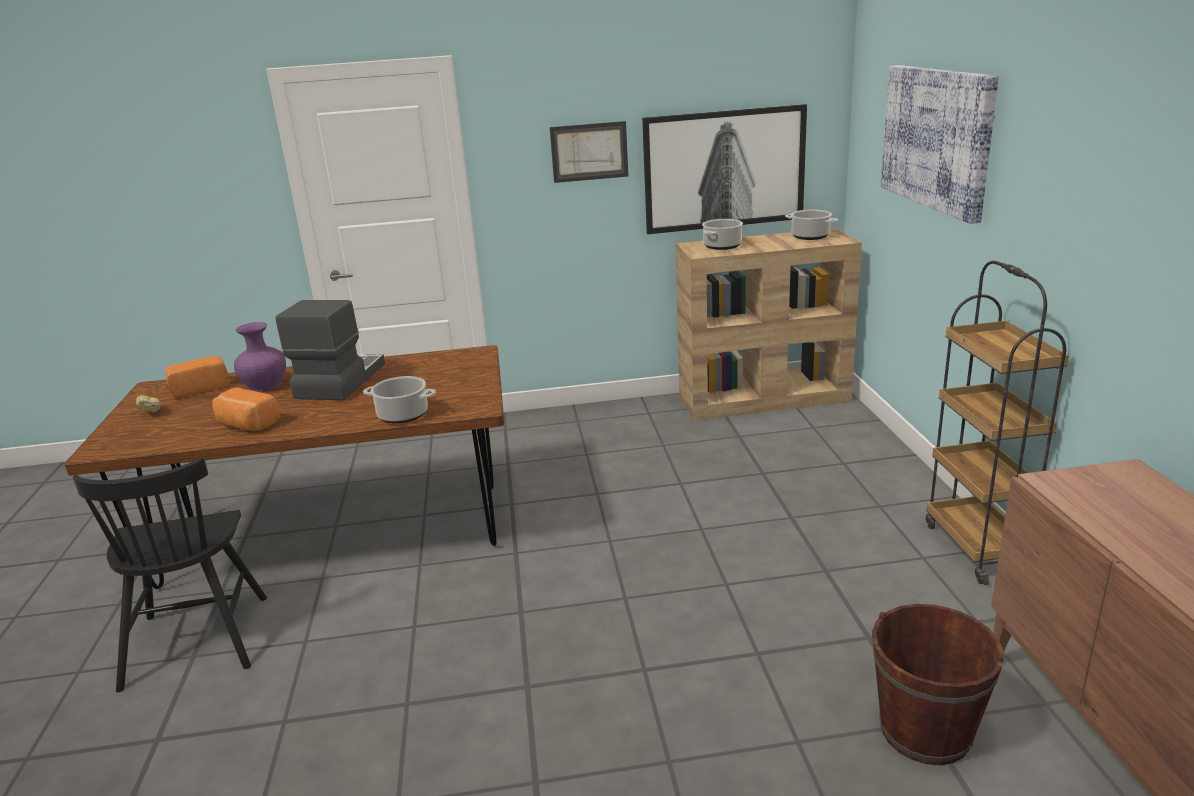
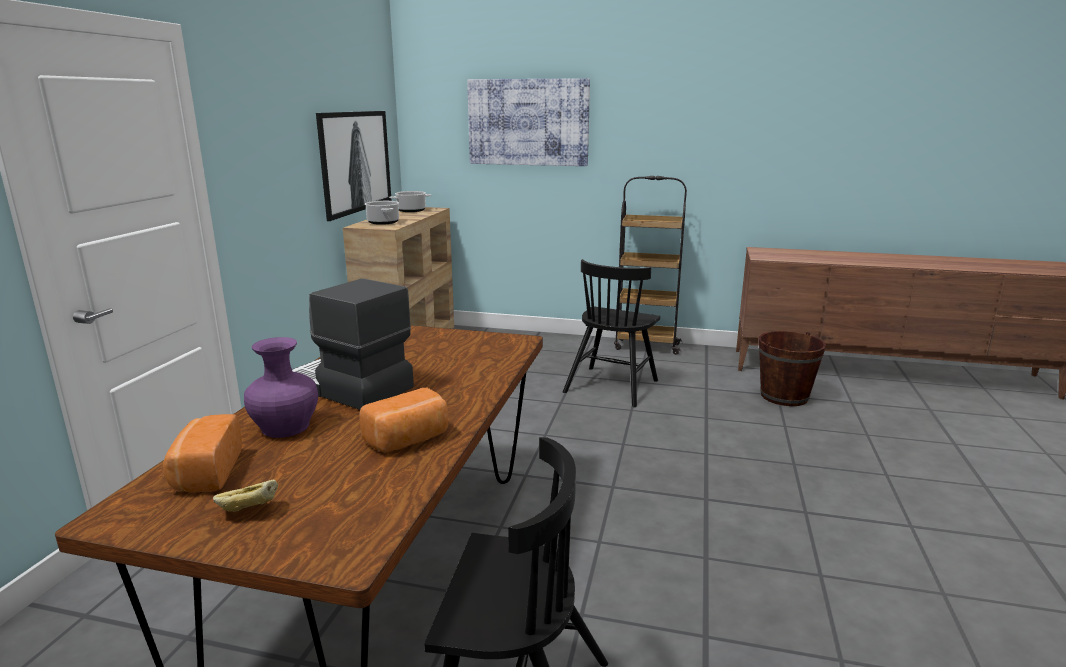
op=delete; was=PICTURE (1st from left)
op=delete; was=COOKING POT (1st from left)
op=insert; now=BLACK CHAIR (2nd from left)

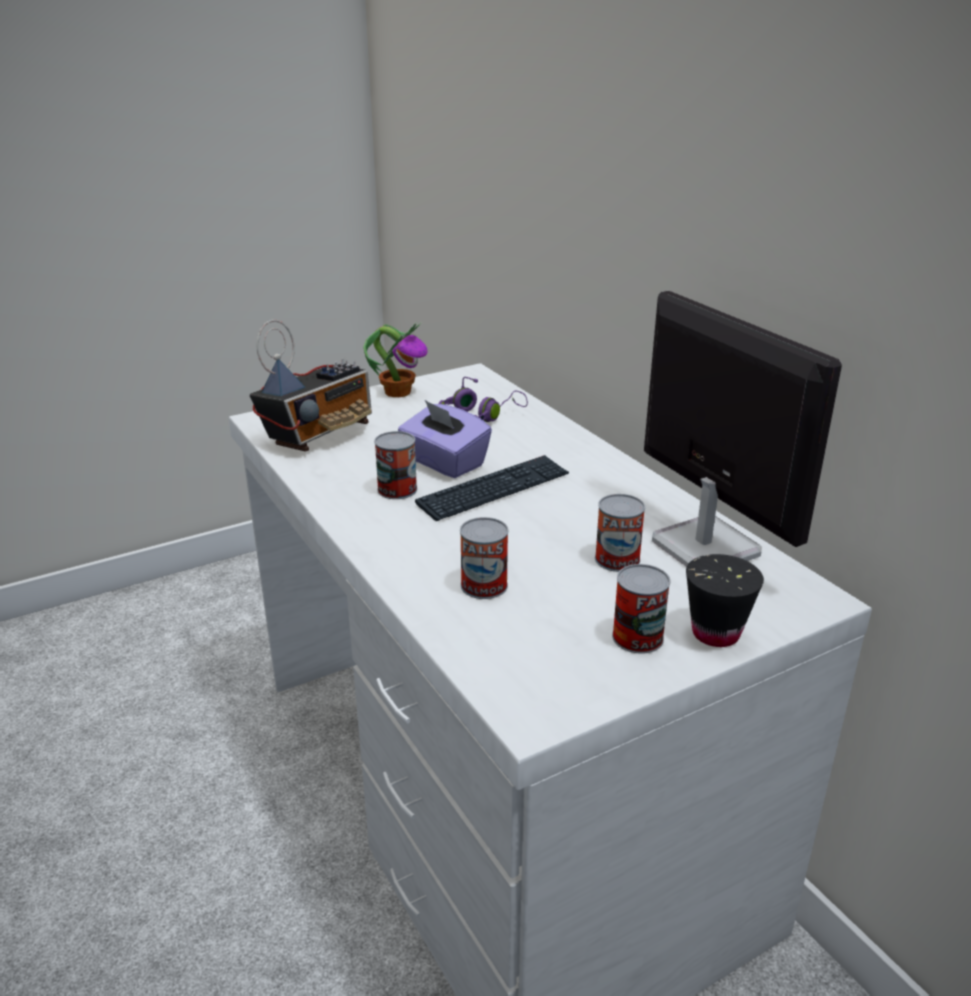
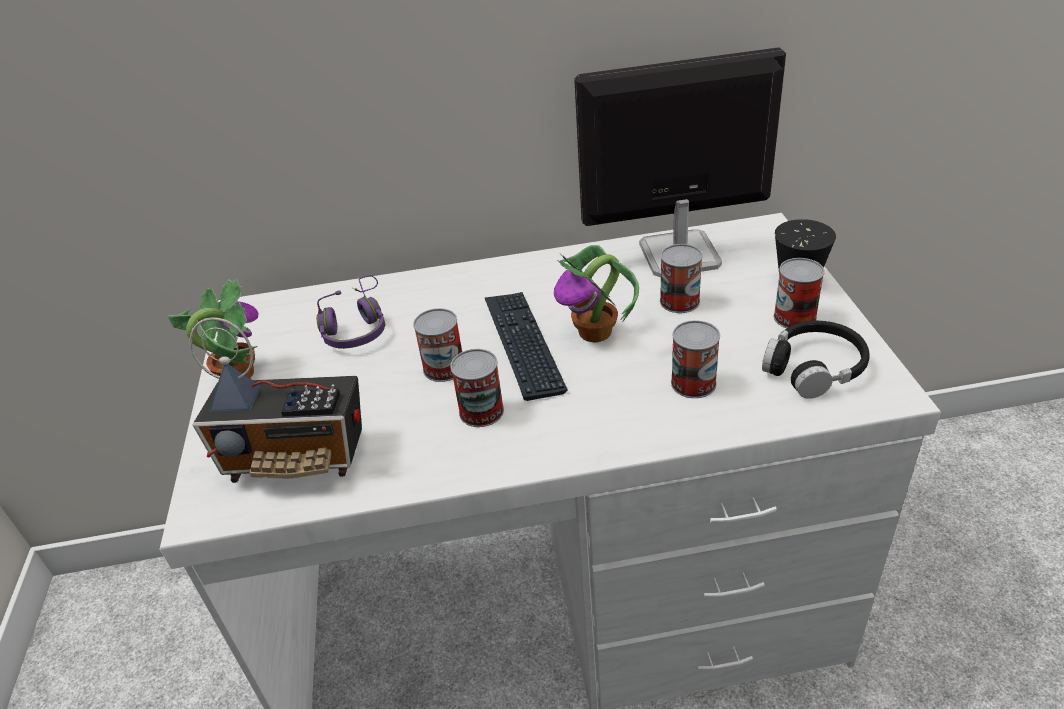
op=rotate; was=RADIO; clockwise=120
op=replace; was=PURPLE TISSUE BOX; now=CAN (1st from left)
op=insert; now=POTTED PLANT (2nd from left)
op=insert; now=BLACK HEADPHONES

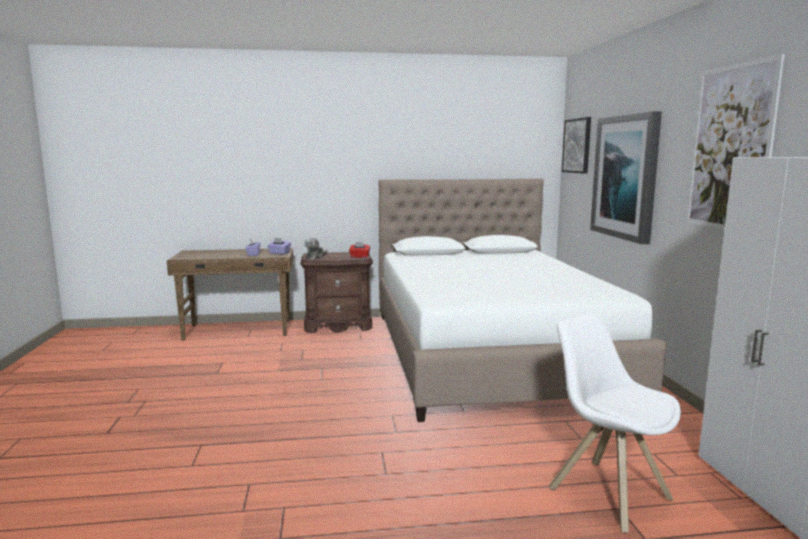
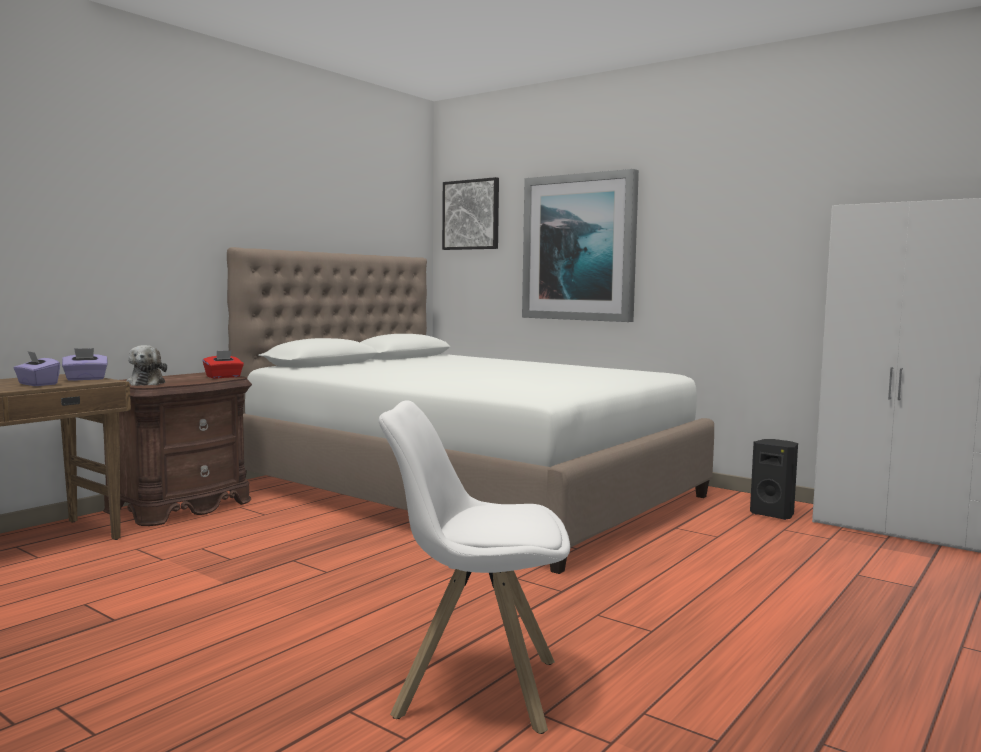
op=delete; was=PICTURE (3rd from left)
op=move; was=WHITE CHAIR
op=insert; now=BLACK SPEAKER

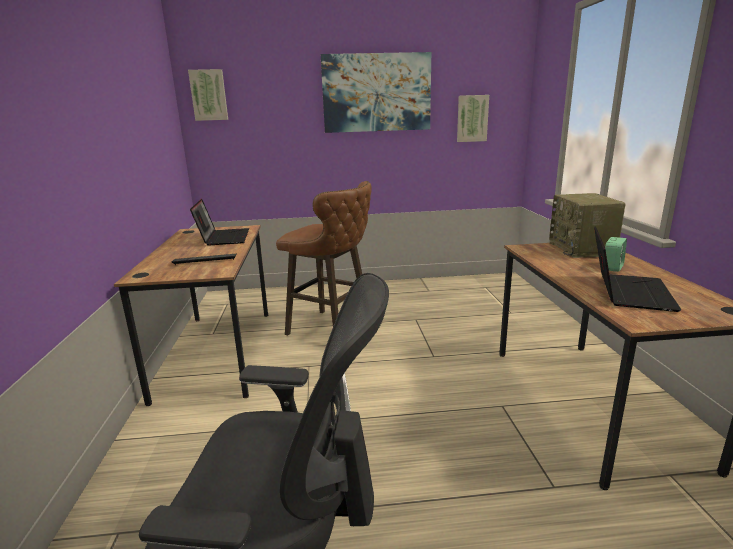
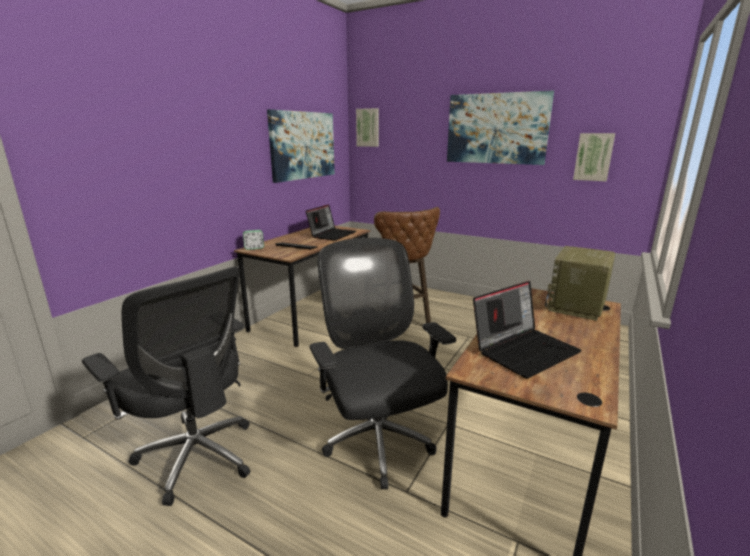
op=move; was=ALARM CLOCK
op=insert; now=PICTURE (1st from left)
op=insert; now=OFFICE CHAIR (2nd from left)

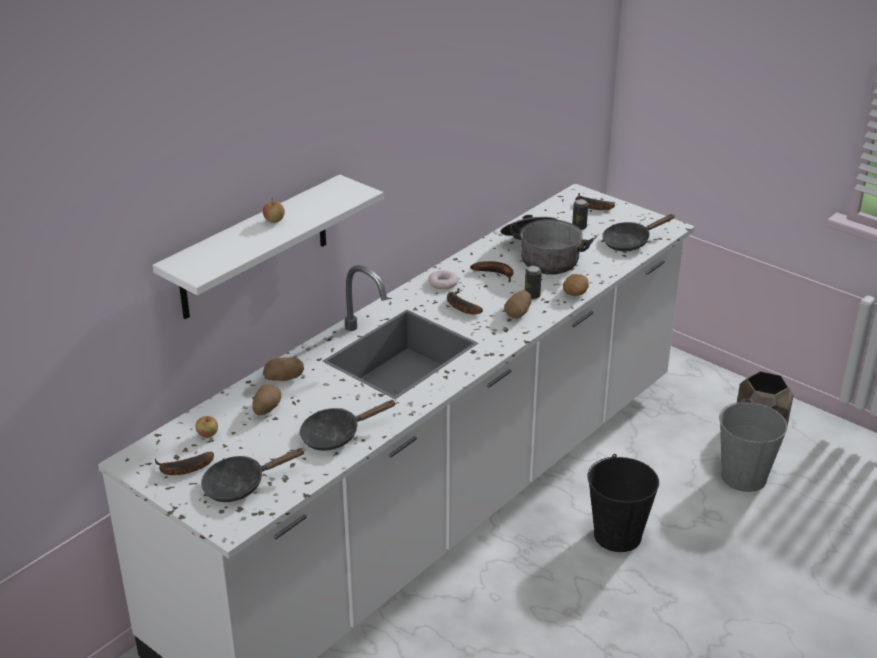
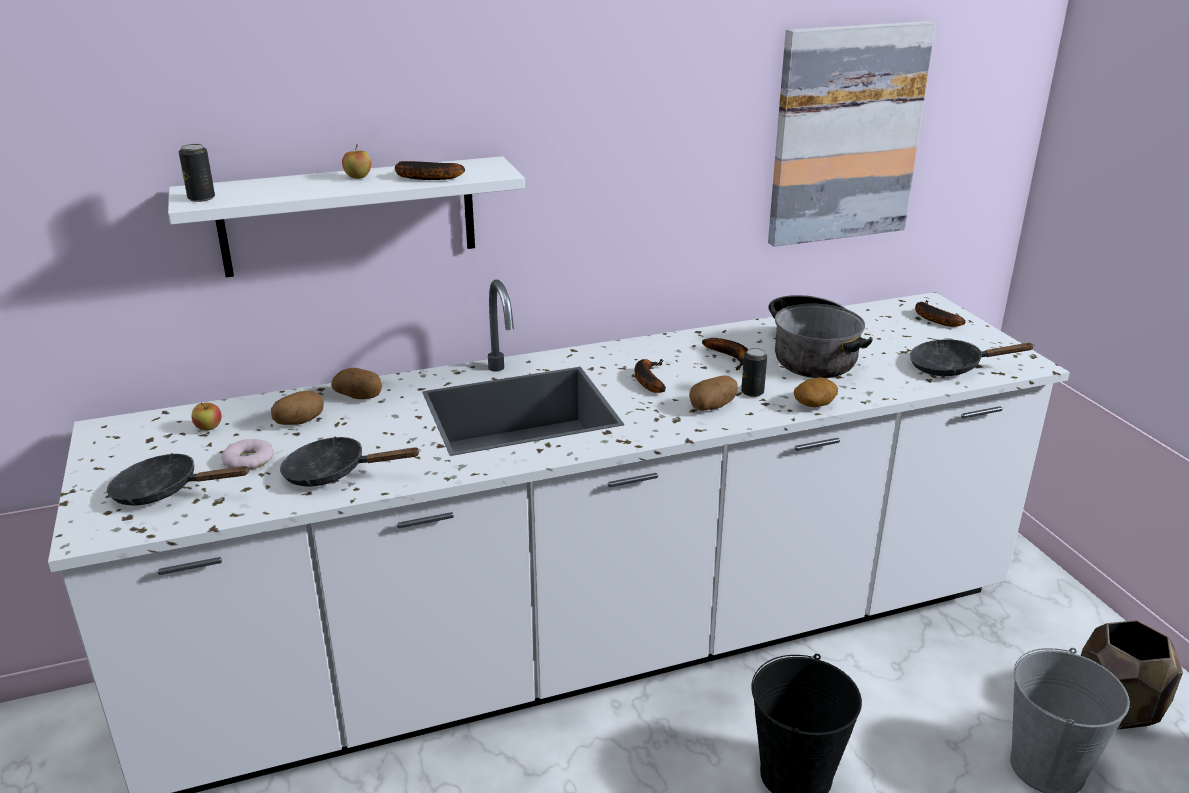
op=move; was=CAN (2nd from left in the first image); now=CAN (1st from left)
op=move; was=DONUT
op=move; was=BANANA (1st from left)
op=insert; now=PICTURE

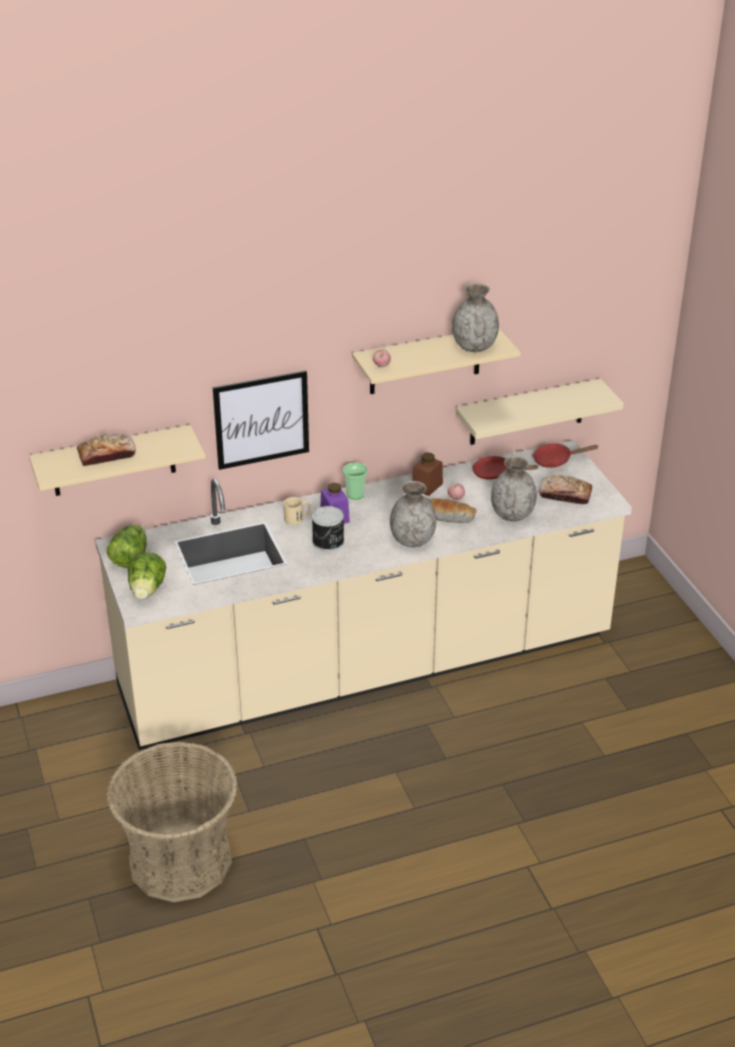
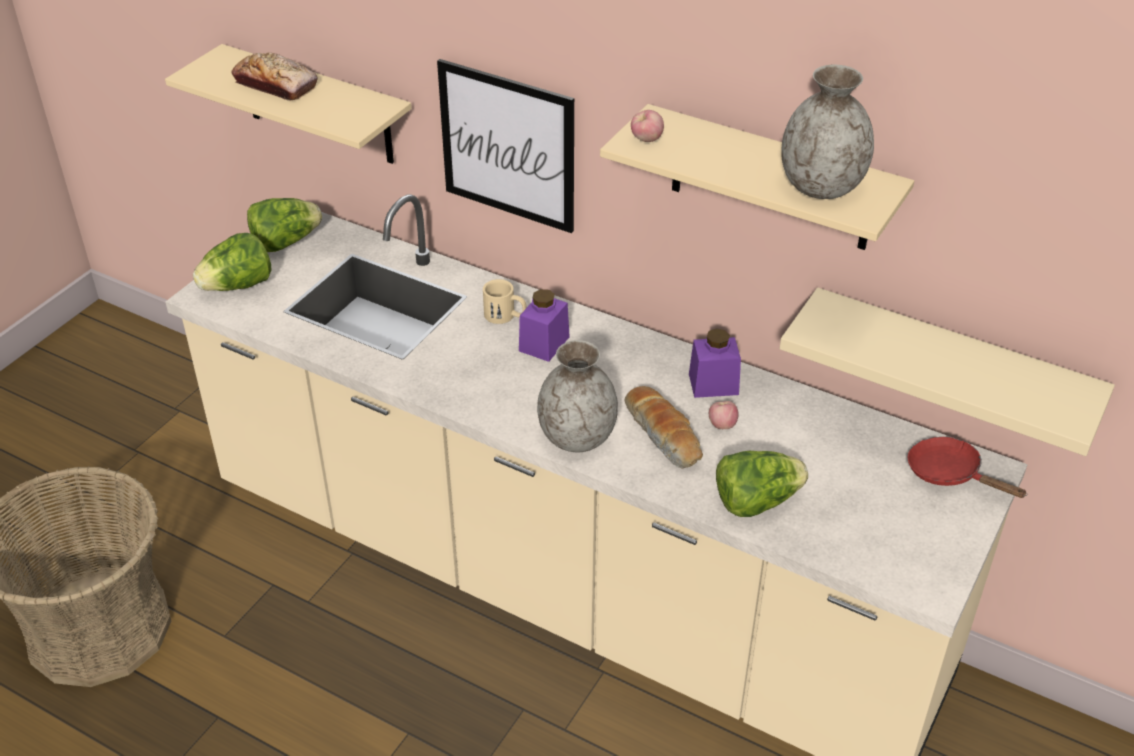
op=recolor; was=BROWN JAR; now=PURPLE JAR (2nd from left)
op=delete; was=RED FRYING PAN (1st from left)
op=replace; was=GREY VASE (3rd from left); now=LETTUCE (3rd from left)
op=delete; was=CUP
op=delete; was=BREAD (3rd from left)
op=delete; was=CAN

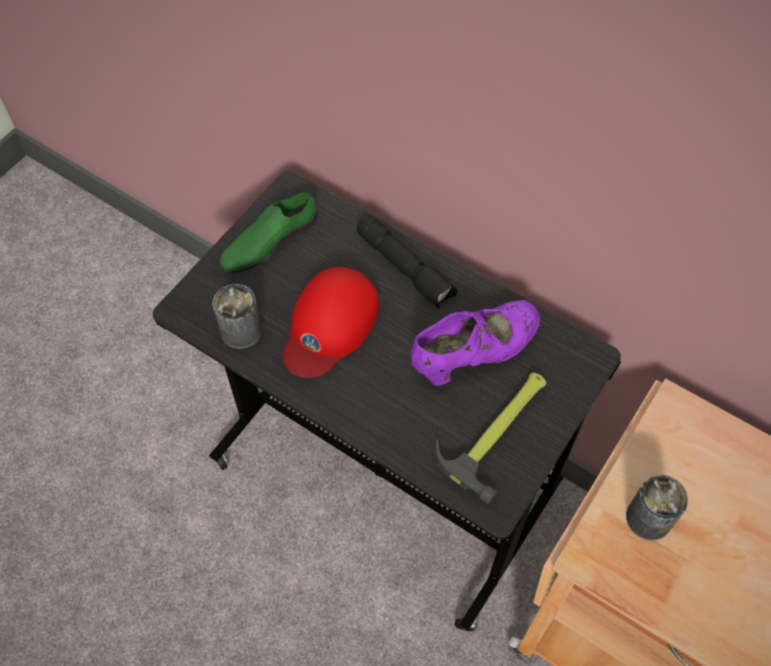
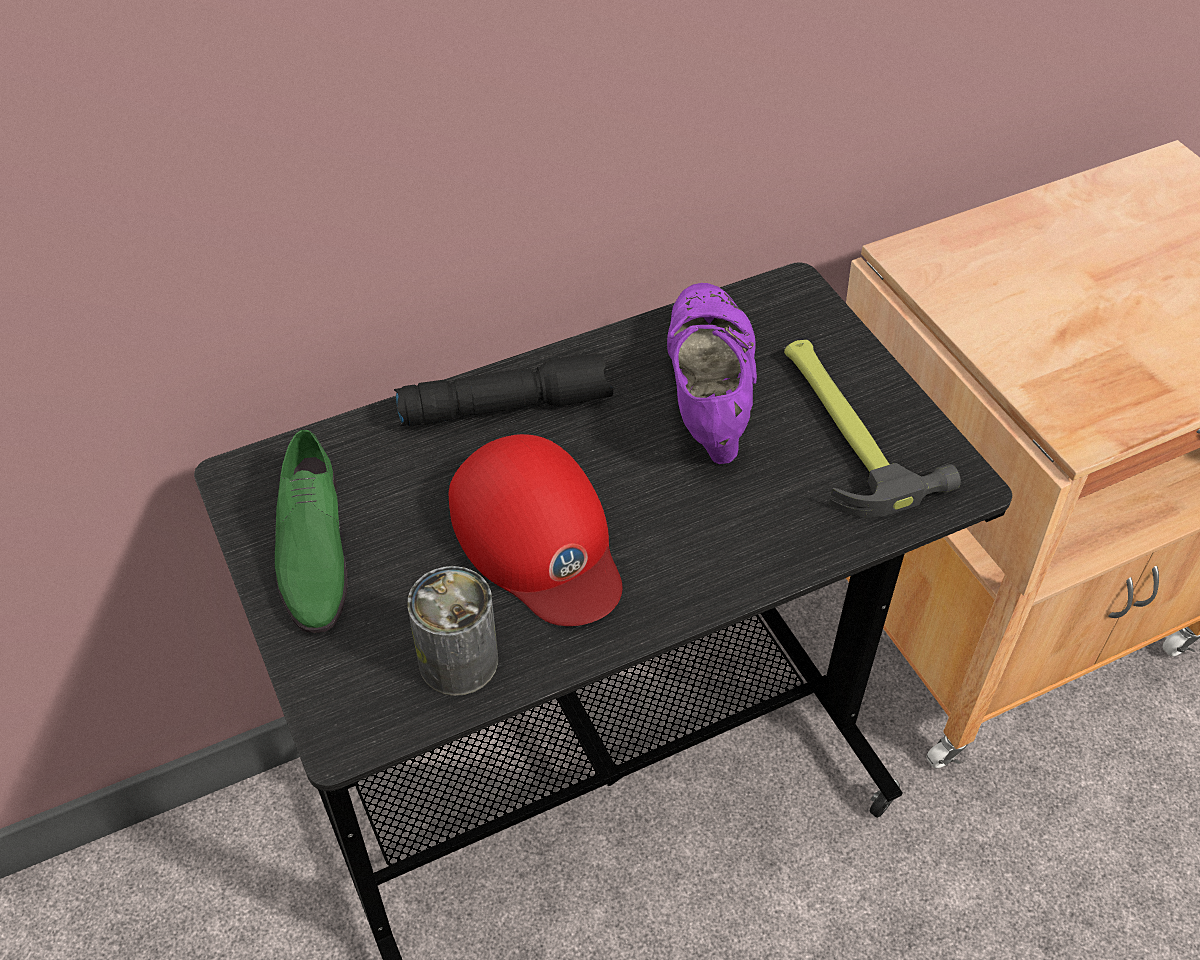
op=delete; was=CAN (2nd from left)

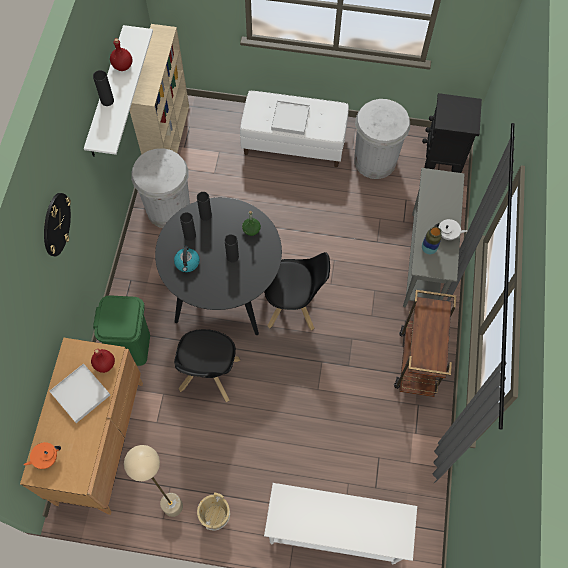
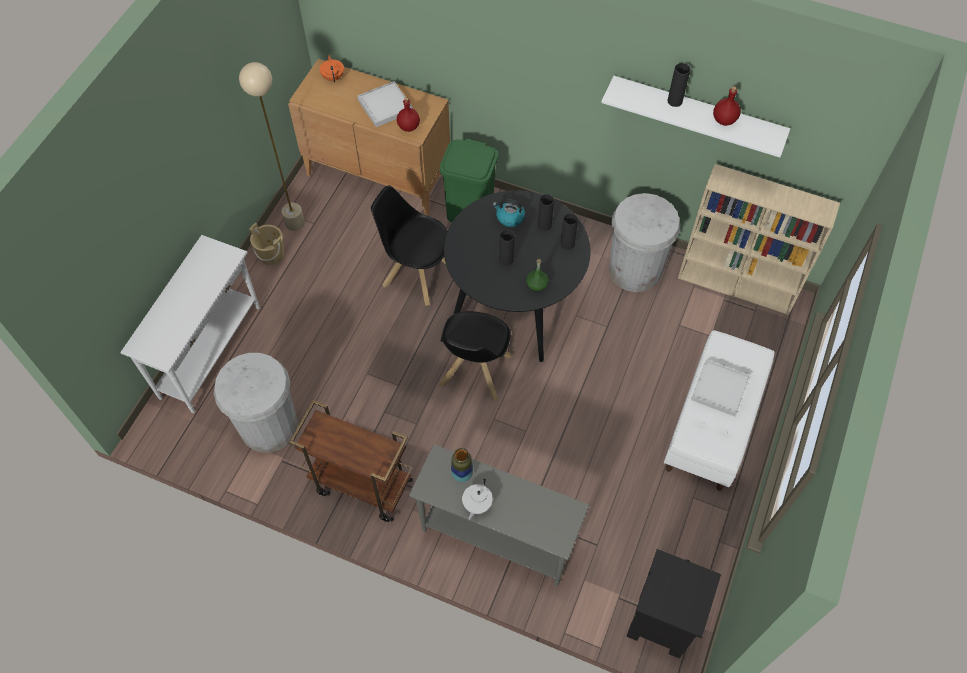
op=move; was=WHITE TRASH CAN (2nd from left in the first image); now=WHITE TRASH CAN (1st from left)
op=delete; was=WALL CLOCK

